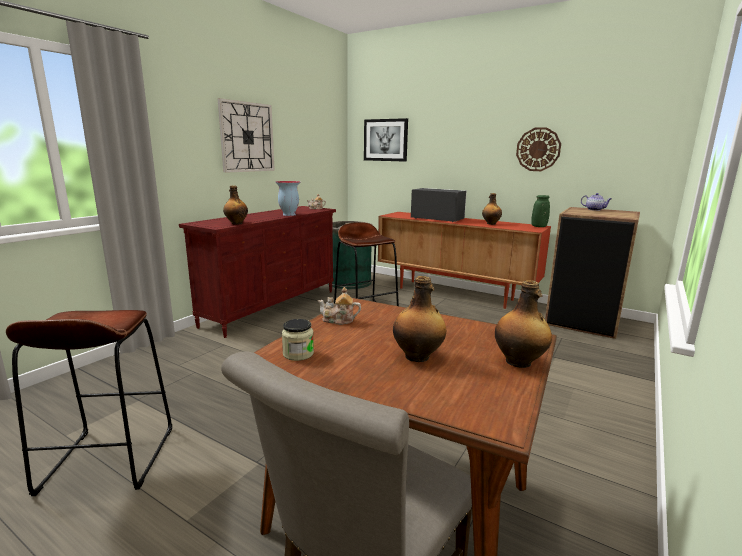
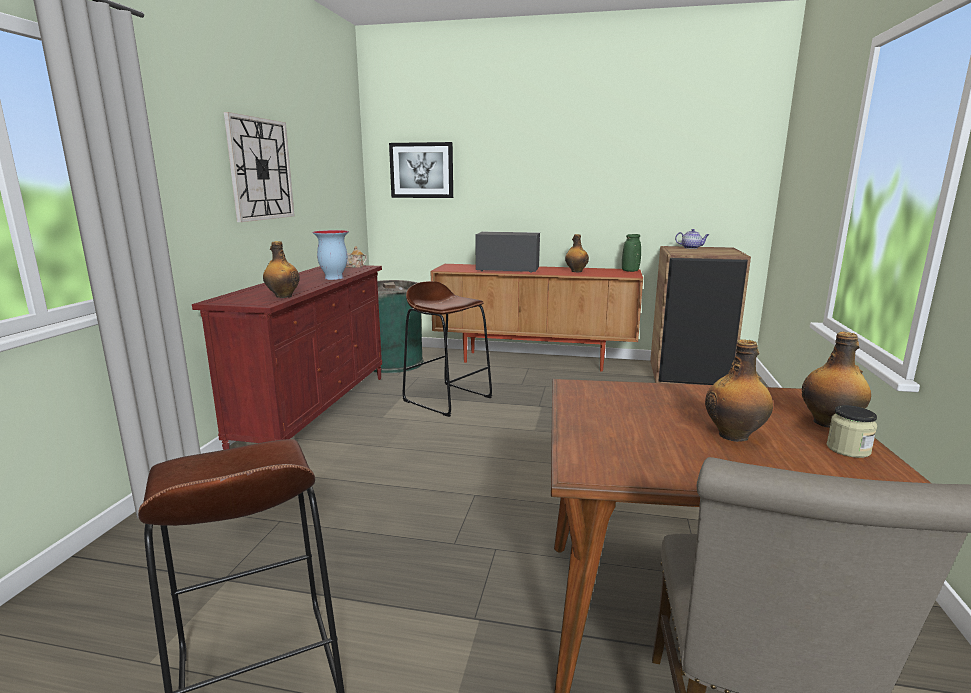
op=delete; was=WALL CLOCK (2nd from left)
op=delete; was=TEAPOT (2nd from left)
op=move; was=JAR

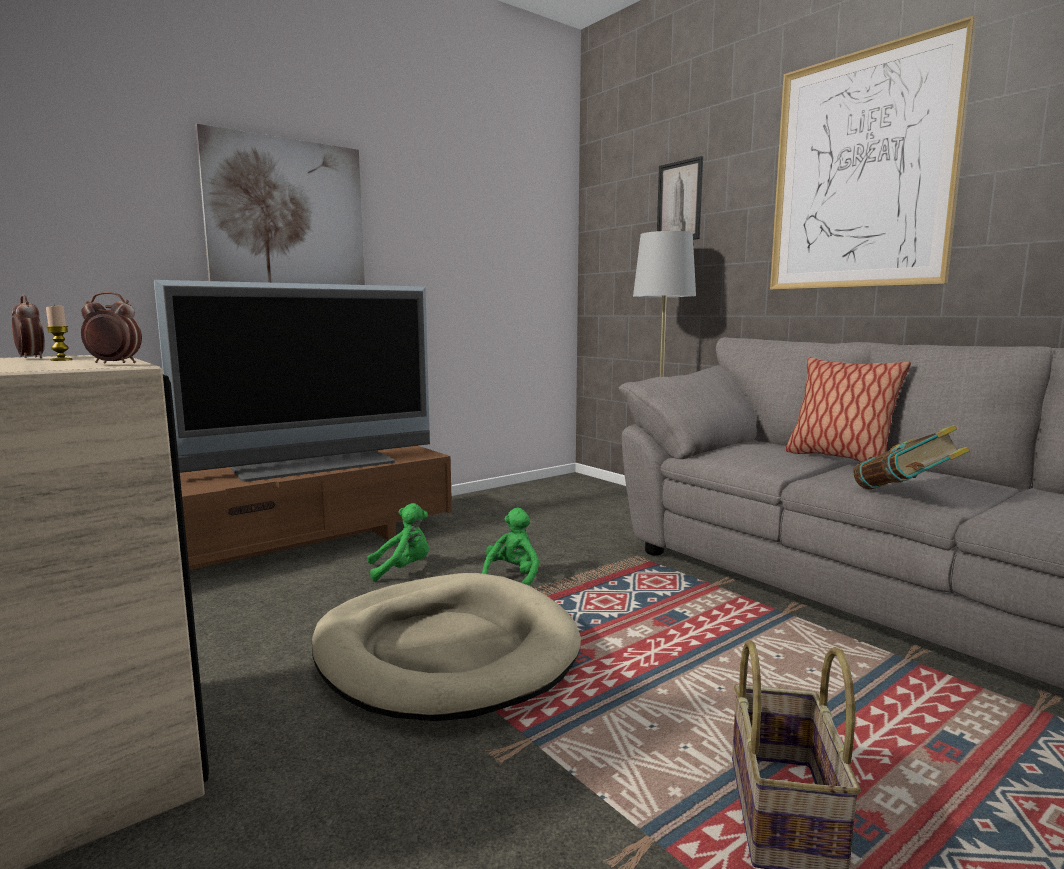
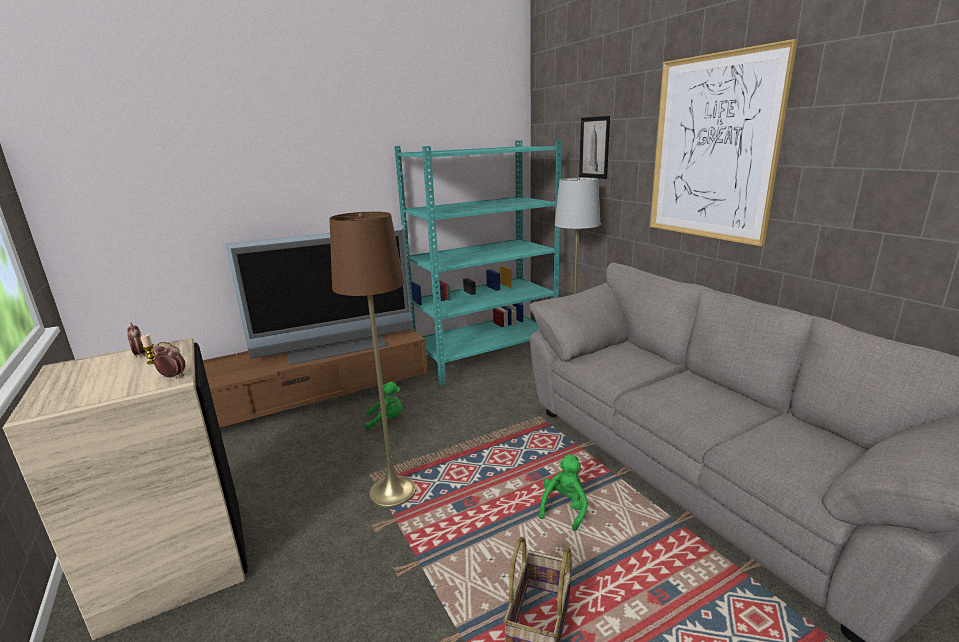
op=delete; was=PICTURE (1st from left)
op=delete; was=PILLOW
op=delete; was=BOOK
op=move; was=GREEN PLUSH TOY (2nd from left)
op=replace; was=BEIGE DOG BED; now=BROWN FLOOR LAMP
op=insert; now=TURQUOISE BOOKCASE

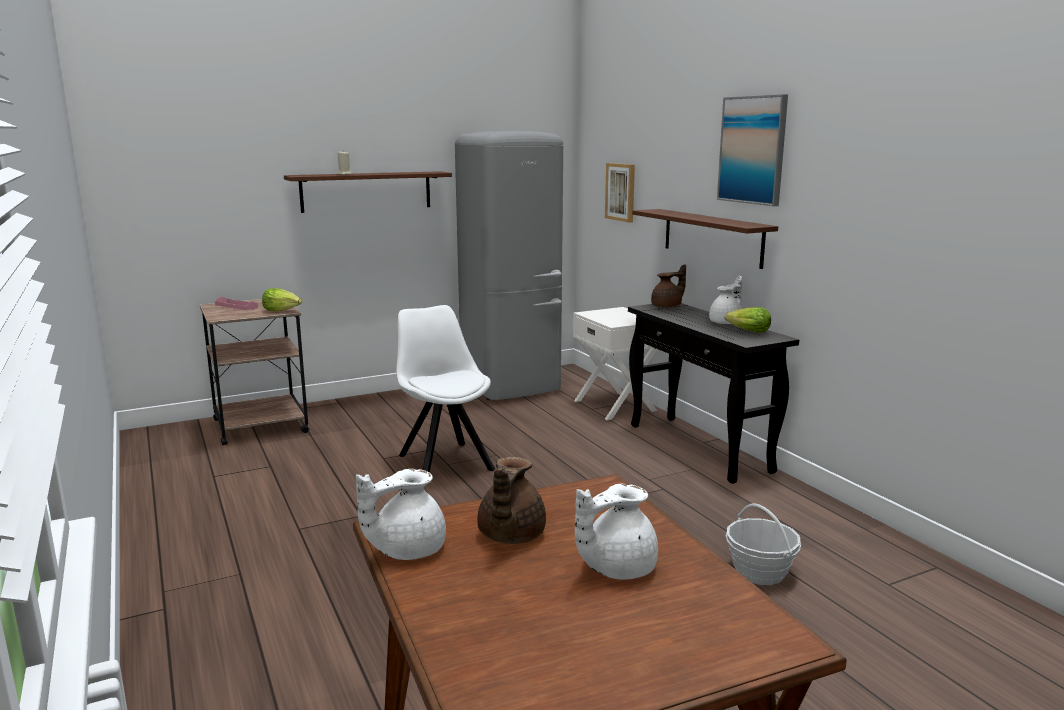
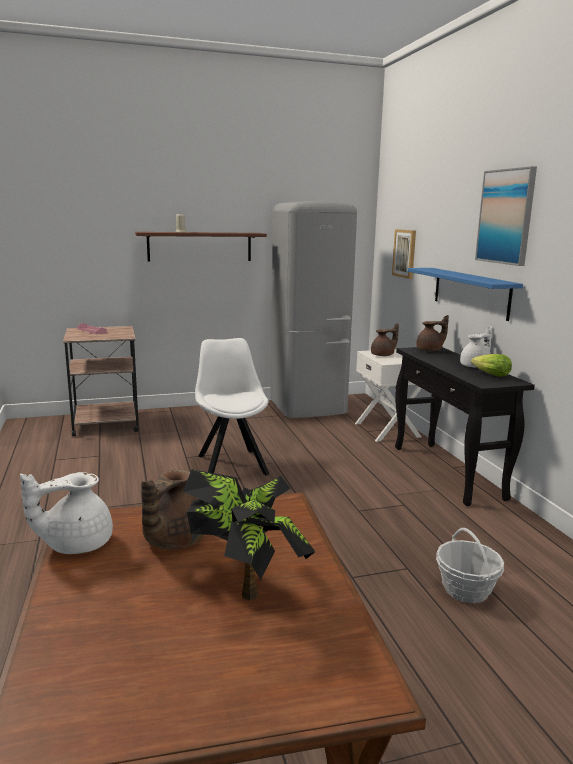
op=recolor; was=BROWN SHELF (2nd from left); now=BLUE SHELF
op=delete; was=LETTUCE (1st from left)
op=replace; was=WHITE TEAPOT (2nd from left); now=POTTED PLANT
op=insert; now=BROWN TEAPOT (2nd from left)

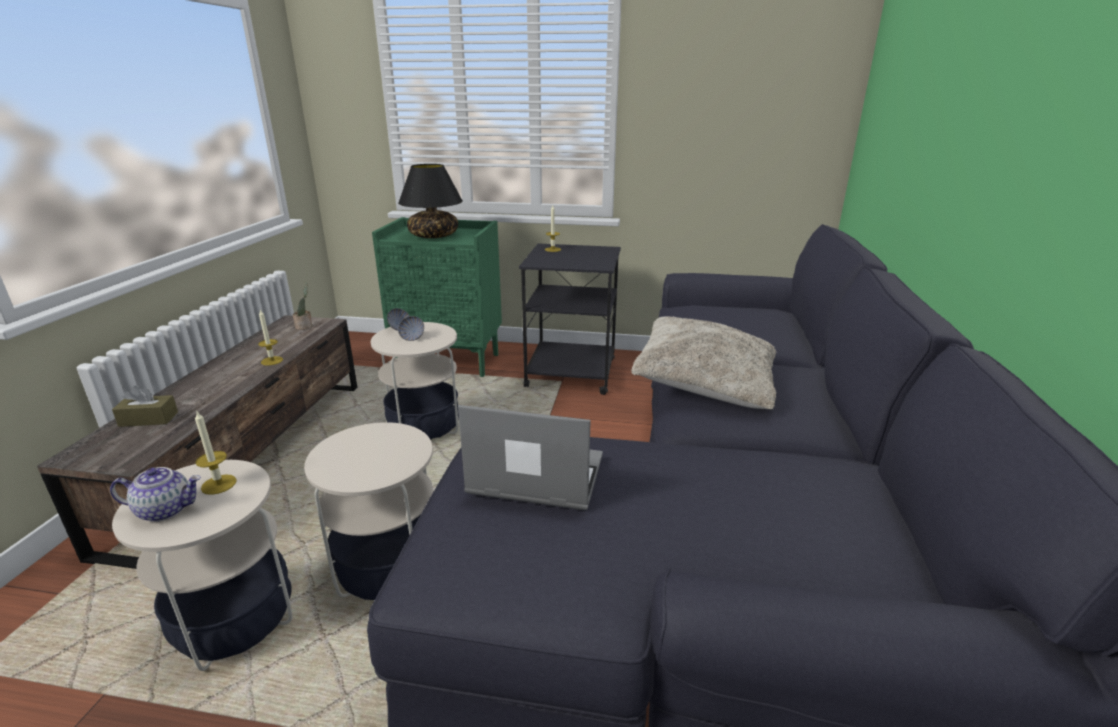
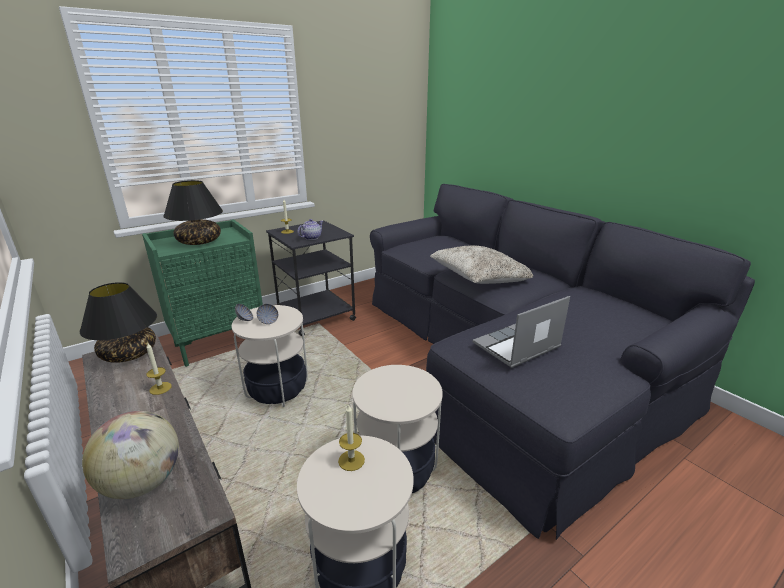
op=replace; was=POTTED PLANT; now=BLACK TABLE LAMP (1st from left)
op=replace; was=BROWN TISSUE BOX; now=GLOBE
op=move; was=TEAPOT

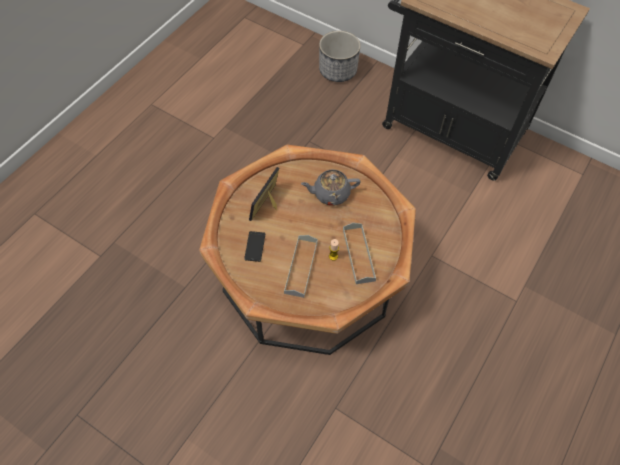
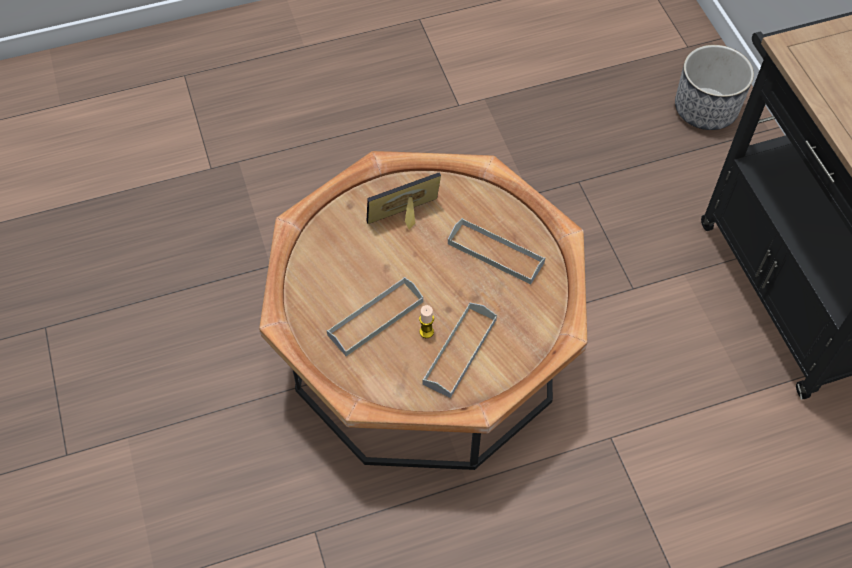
op=replace; was=GREY TEAPOT; now=GREY TRAY (3rd from left)
op=delete; was=PHONE

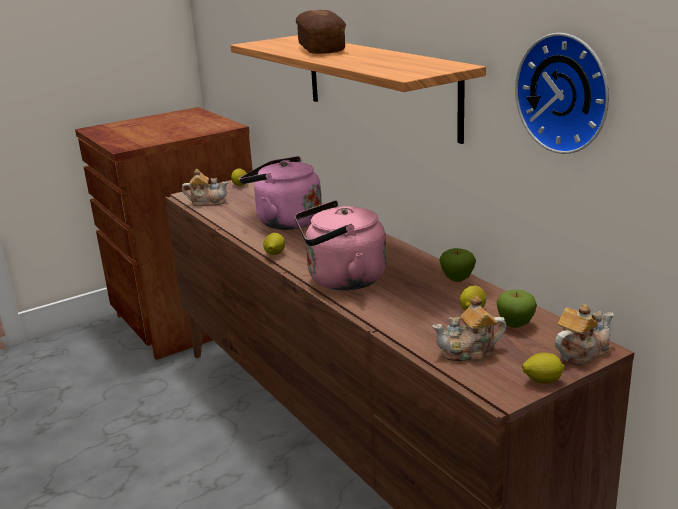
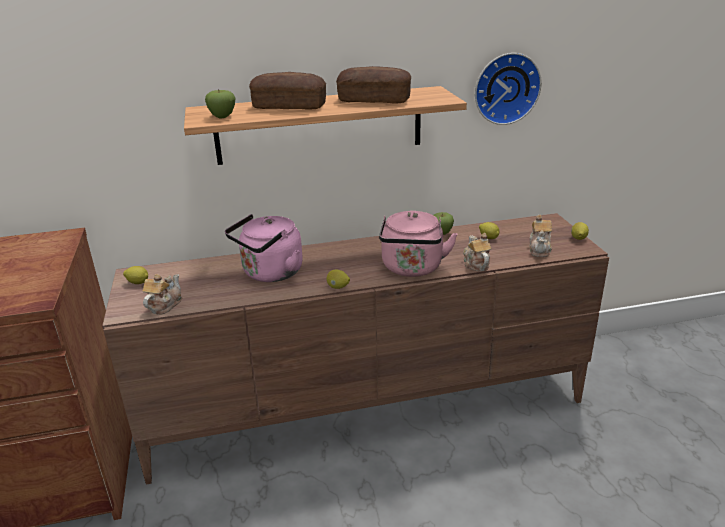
op=move; was=APPLE (2nd from left in the first image); now=APPLE (1st from left)
op=move; was=TEAPOT (3rd from left in the first image); now=TEAPOT (2nd from left)
op=insert; now=BREAD (2nd from left)

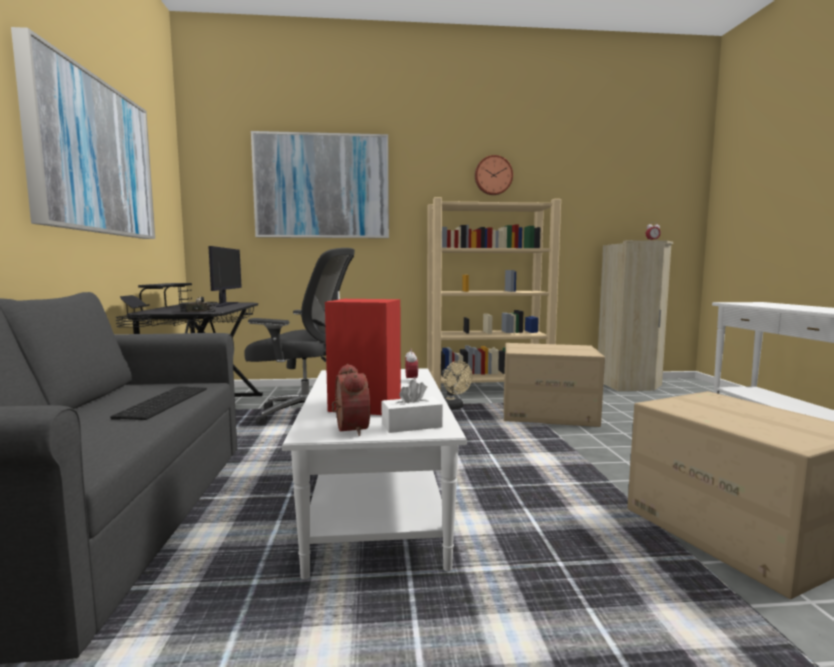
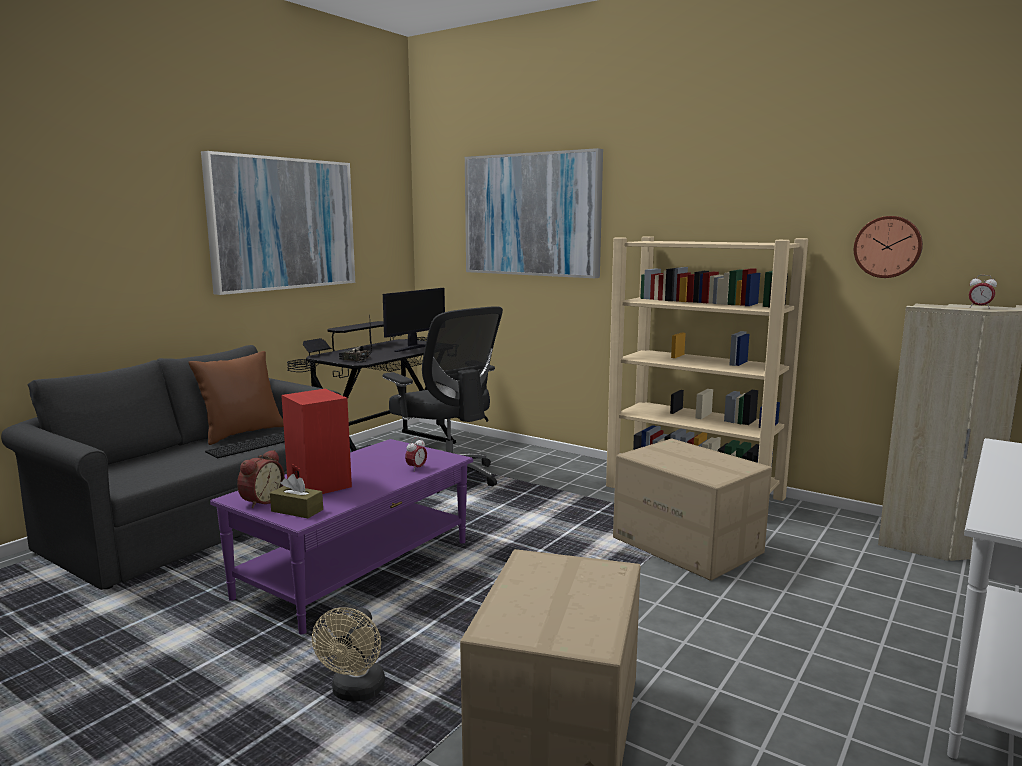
op=move; was=WALL CLOCK
op=move; was=BEIGE FAN
op=recolor; was=WHITE COFFEE TABLE; now=PURPLE COFFEE TABLE
op=recolor; was=WHITE TISSUE BOX; now=BROWN TISSUE BOX
op=insert; now=BROWN PILLOW

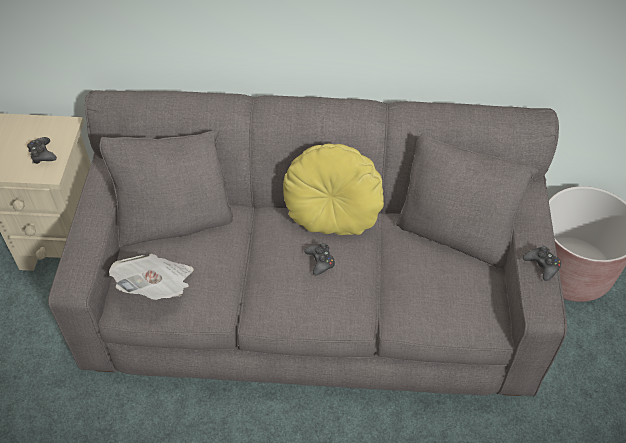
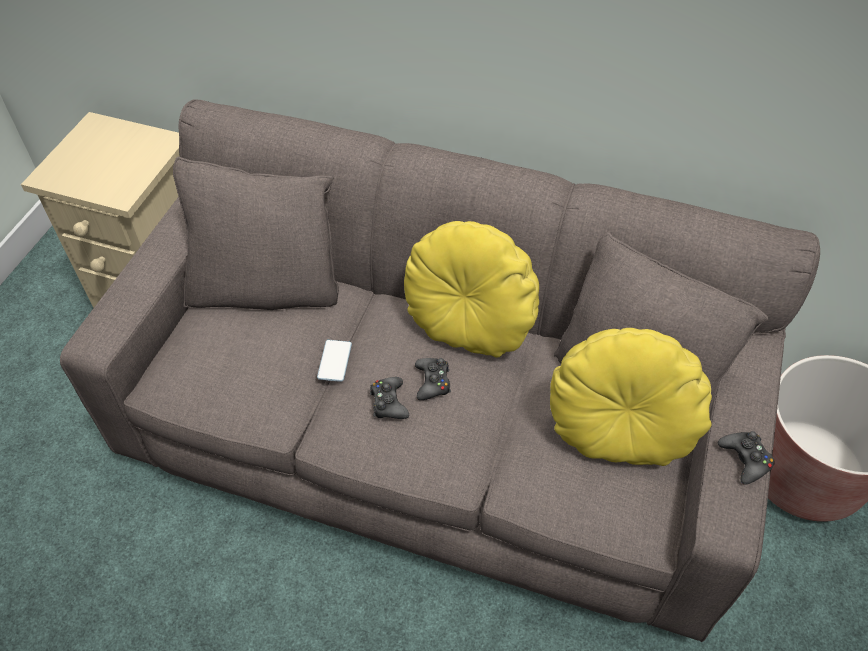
op=move; was=BLACK GAME CONTROLLER (1st from left)
op=delete; was=NEWSPAPER
op=insert; now=YELLOW PILLOW (2nd from left)
op=insert; now=PHONE

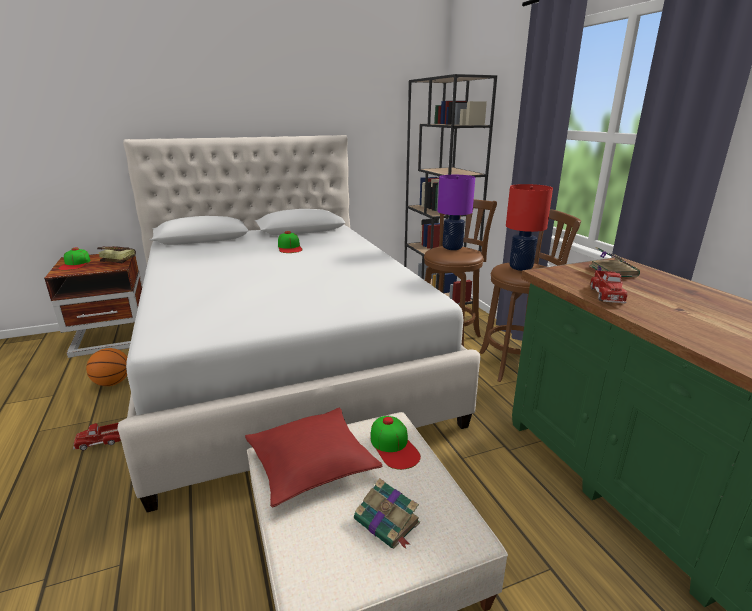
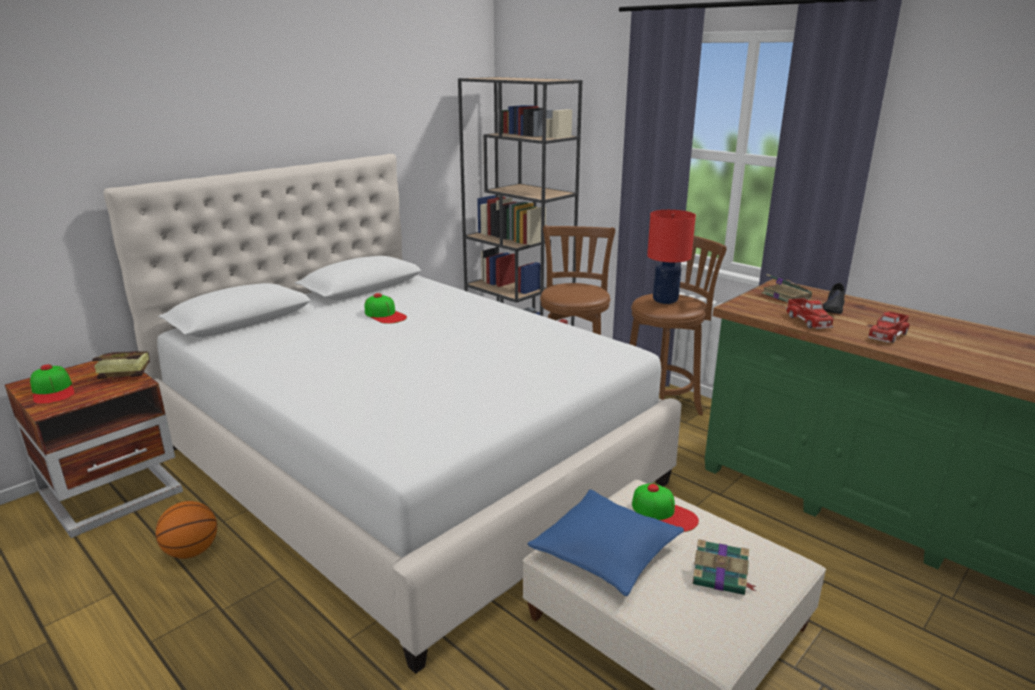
op=delete; was=PURPLE TABLE LAMP
op=recolor; was=RED PILLOW; now=BLUE PILLOW
op=move; was=TOY TRUCK (1st from left in the first image); now=TOY TRUCK (2nd from left)
op=insert; now=BLACK SHOE

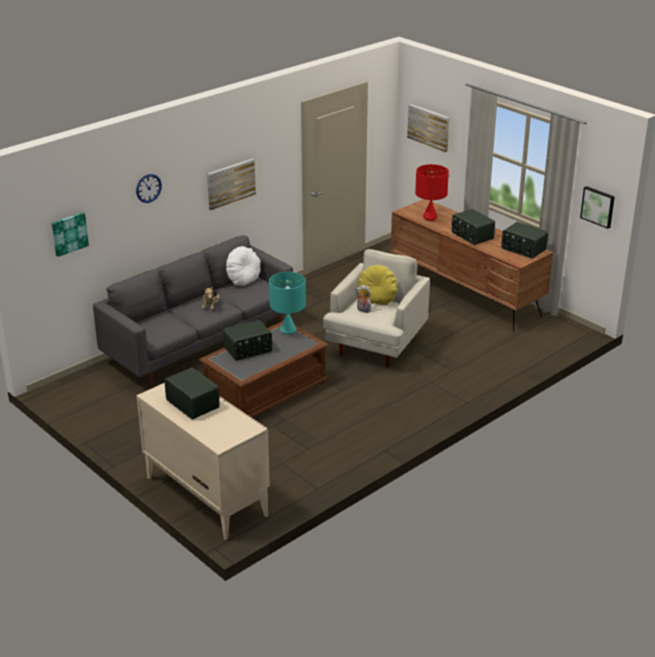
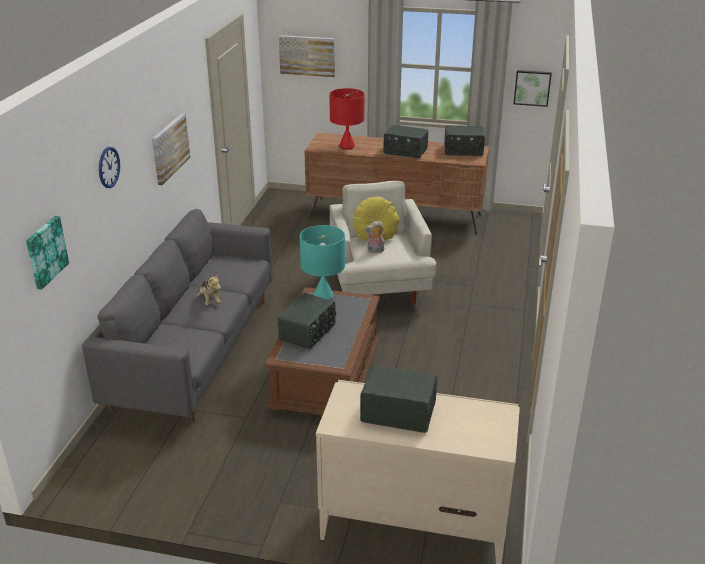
op=delete; was=WHITE PILLOW

